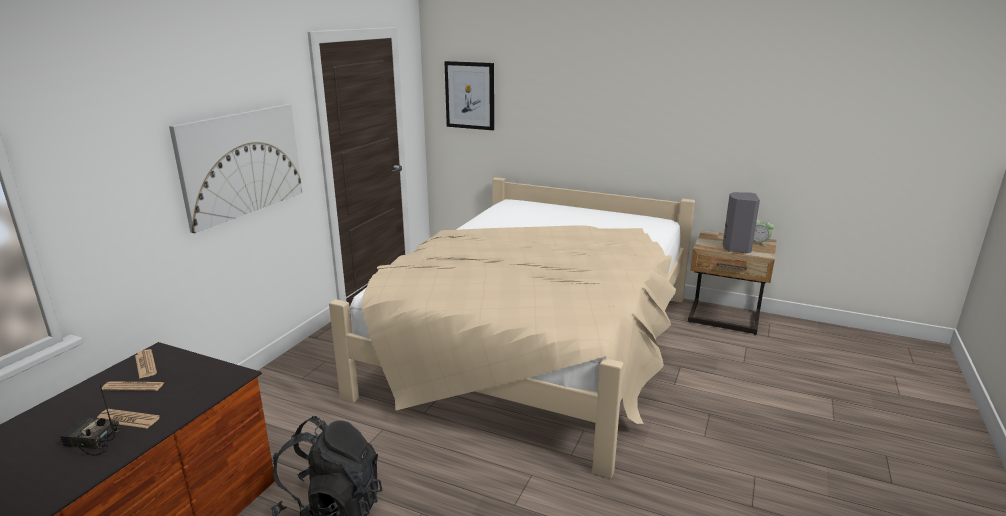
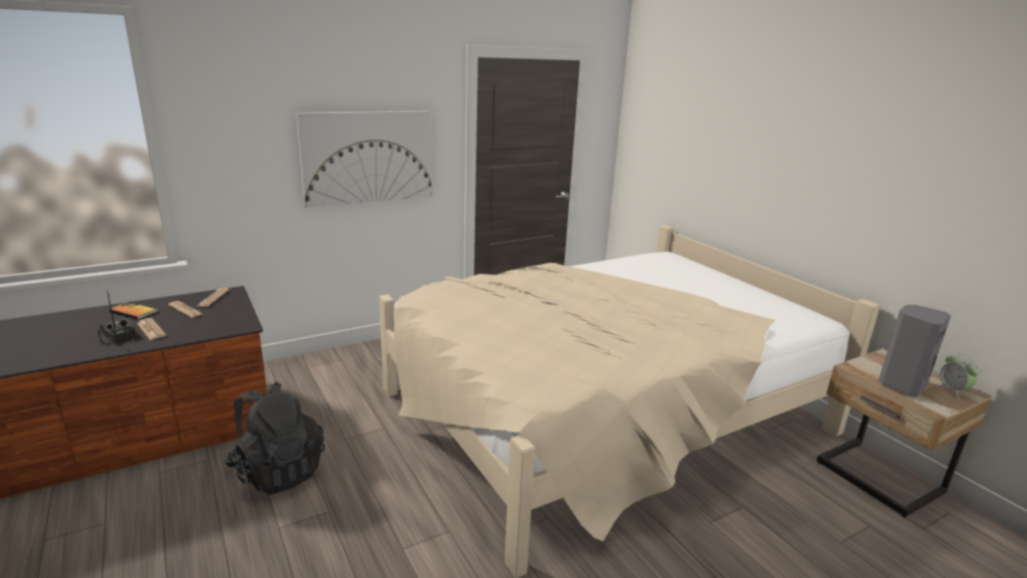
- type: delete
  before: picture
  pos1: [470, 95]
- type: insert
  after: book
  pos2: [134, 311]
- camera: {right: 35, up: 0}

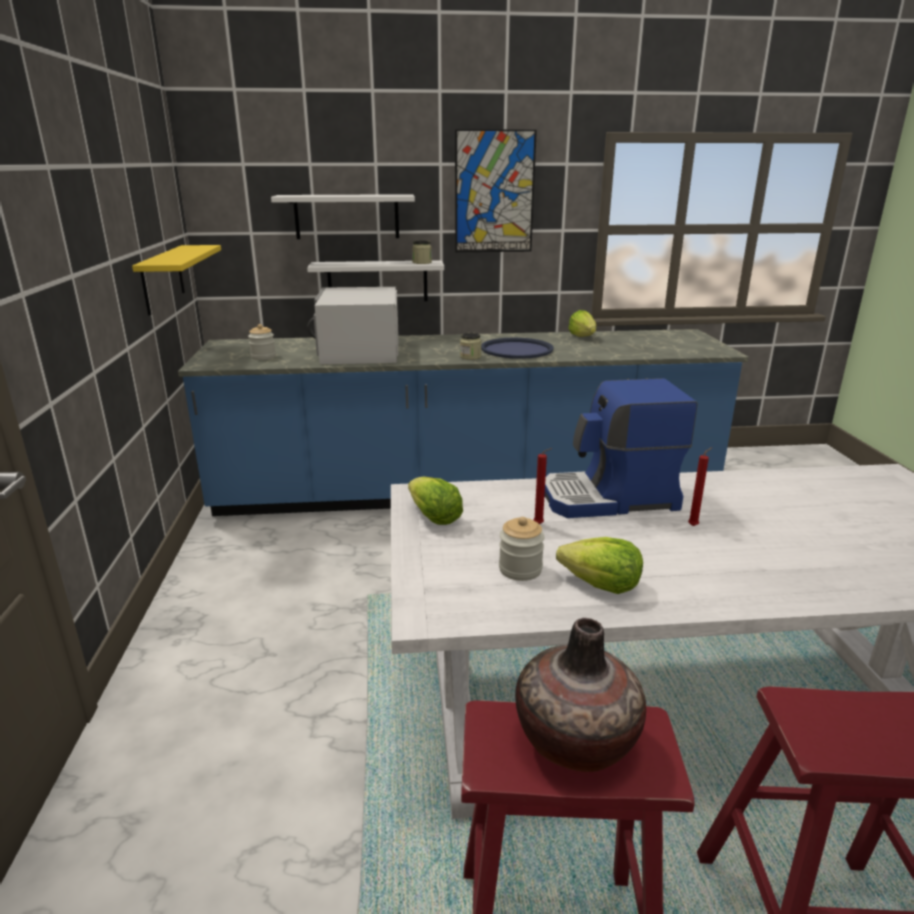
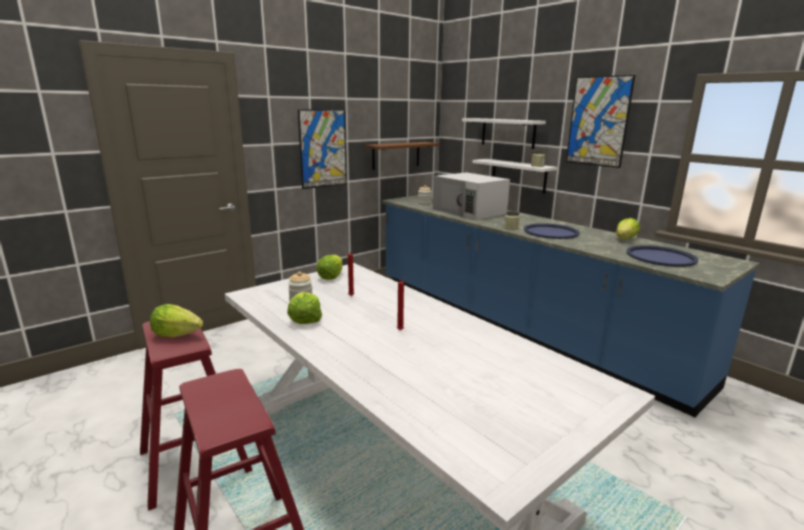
- type: recolor
  before: yellow shelf
  after: brown shelf
  pos1: [163, 279]
  pos2: [396, 155]
- type: rotate
  before: white microwave
  pos1: [359, 351]
  pos2: [469, 211]
  turn: -90
- type: delete
  before: coffee machine
  pos1: [610, 498]
- type: replace
  before: vase
  after: lettuce
  pos1: [575, 741]
  pos2: [177, 334]
- type: insert
  after: picture
  pos2: [323, 149]
- type: insert
  after: blue tray
  pos2: [660, 257]
- camera: {right: 55, up: -5}

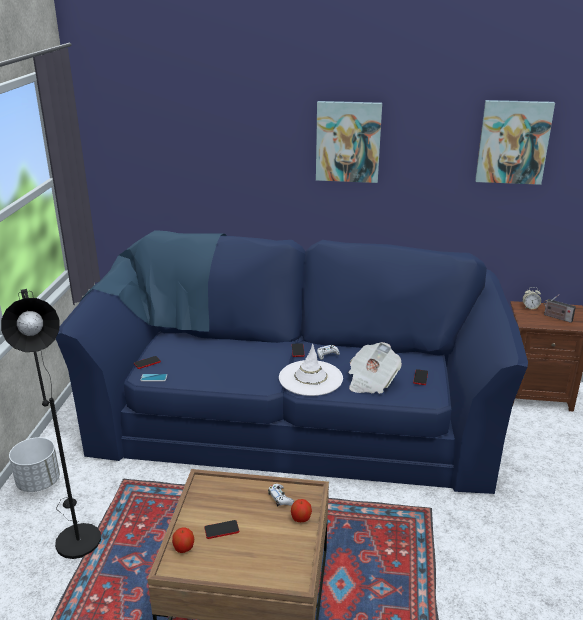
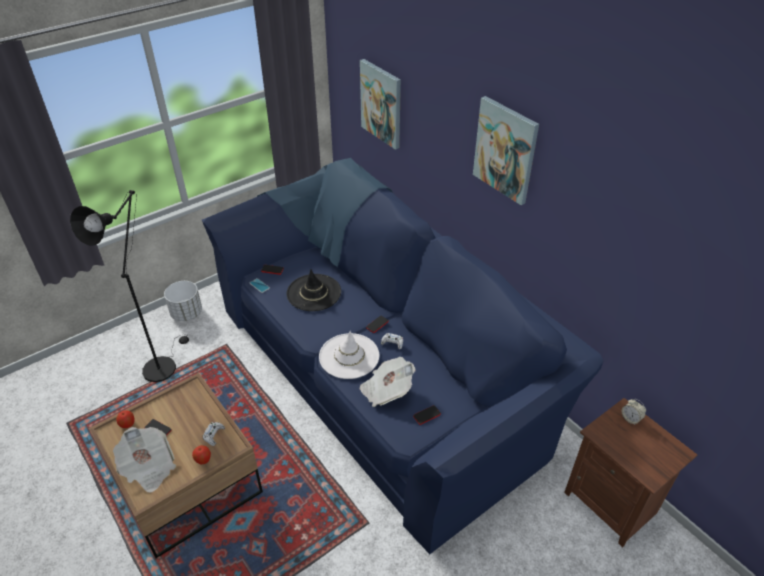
- type: move
  before: picture
  pos1: [513, 142]
  pos2: [381, 103]
- type: delete
  before: radio
  pos1: [556, 317]
- type: insert
  after: black hat
  pos2: [314, 293]
- type: insert
  after: newspaper
  pos2: [148, 467]
- camera: {right: 45, up: 15}

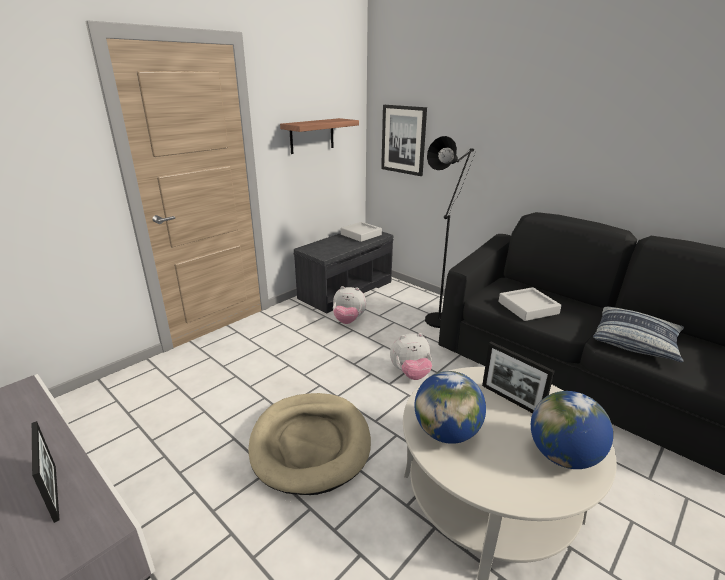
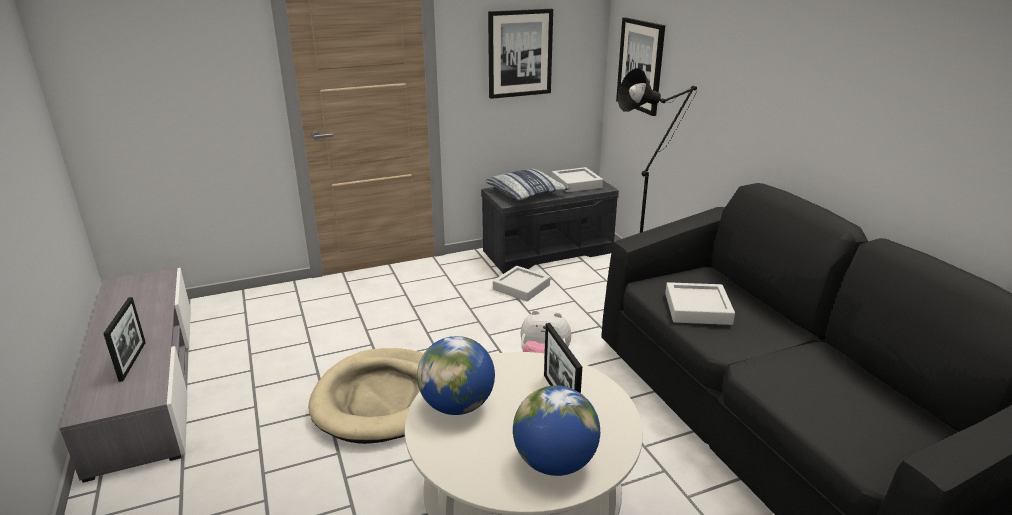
- type: replace
  before: shelf
  after: picture
  pos1: [312, 136]
  pos2: [520, 53]
- type: replace
  before: plush toy
  after: grey tray
  pos1: [348, 320]
  pos2: [521, 287]
- type: move
  before: pillow
  pos1: [636, 341]
  pos2: [526, 193]
- camera: {right: 25, up: 0}

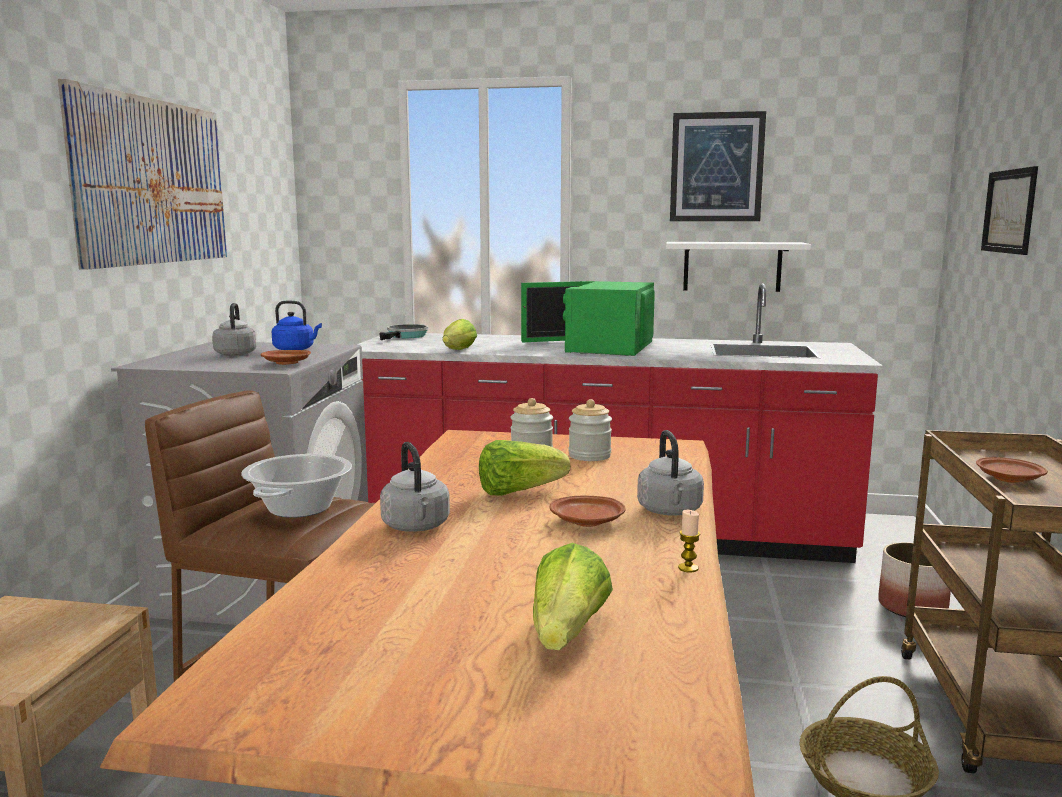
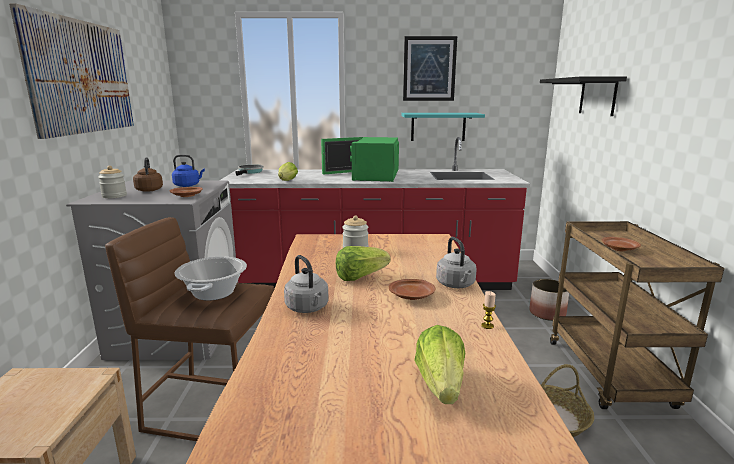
- type: replace
  before: picture
  after: black shelf
  pos1: [1009, 211]
  pos2: [597, 96]
- type: recolor
  before: white shelf
  after: turquoise shelf
  pos1: [732, 266]
  pos2: [438, 127]
- type: recolor
  before: grey kettle
  after: brown kettle
  pos1: [236, 353]
  pos2: [149, 190]
- type: move
  before: jar
  pos1: [589, 456]
  pos2: [114, 196]
- camera: {right: -10, up: 5}

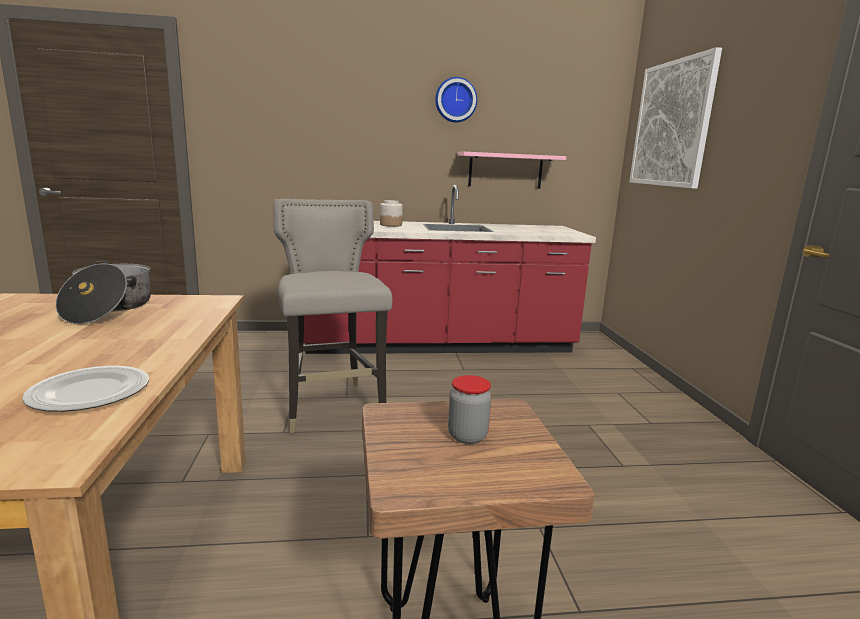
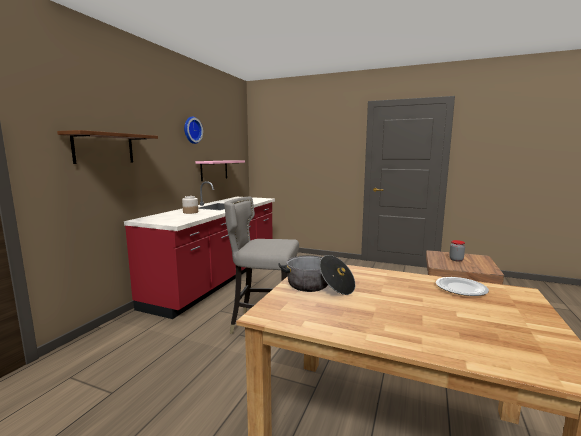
- type: delete
  before: picture
  pos1: [672, 124]
- type: insert
  after: brown shelf
  pos2: [104, 148]
- camera: {right: -60, up: -5}

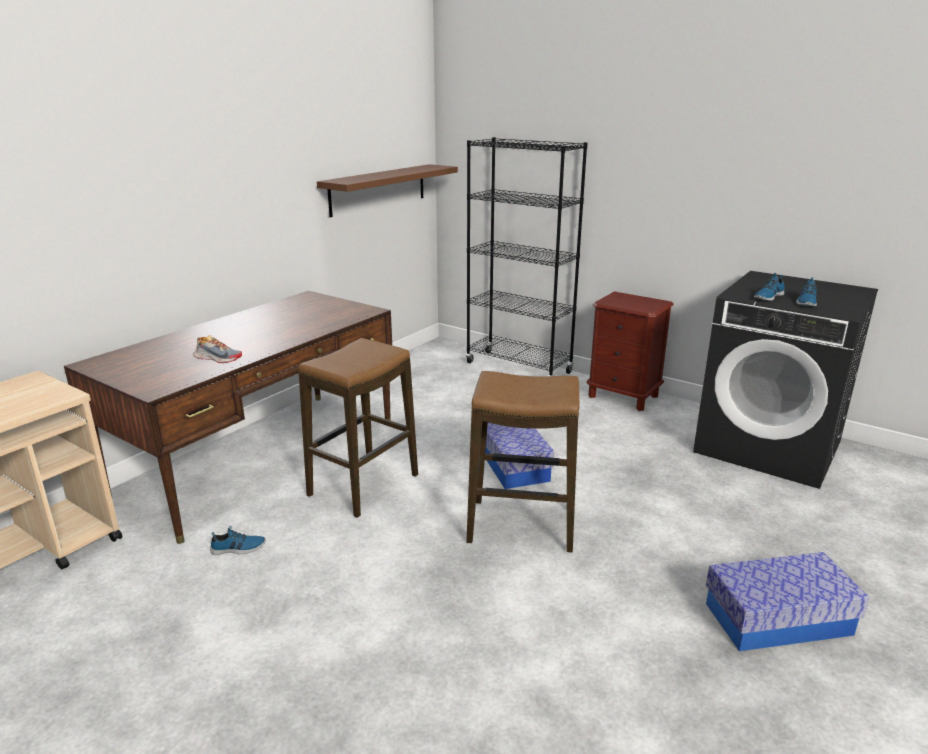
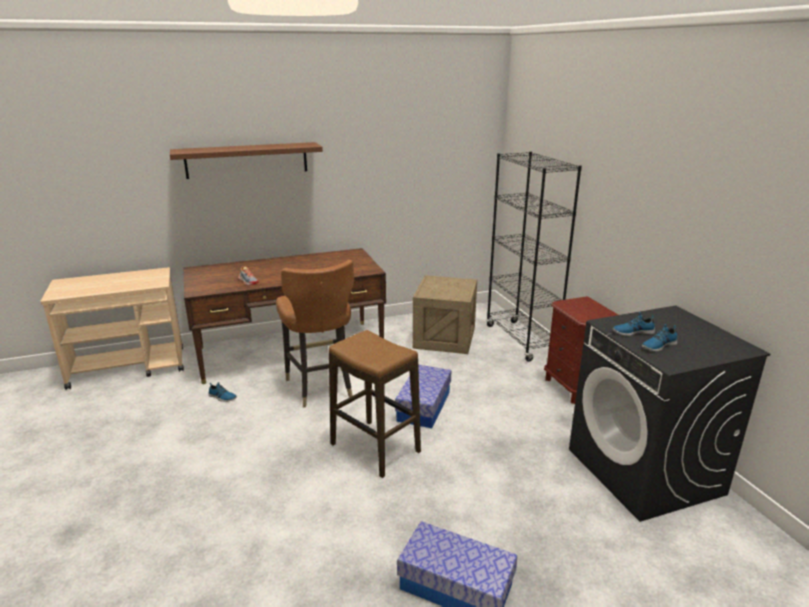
- type: move
  before: brown shelf
  pos1: [378, 189]
  pos2: [247, 160]
- type: replace
  before: stool
  after: brown chair
  pos1: [363, 485]
  pos2: [320, 387]
- type: insert
  after: crate
  pos2: [444, 337]
- camera: {right: 35, up: 0}

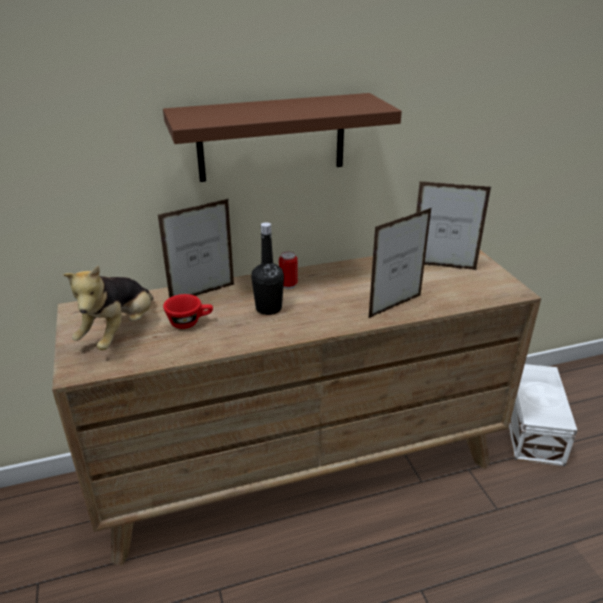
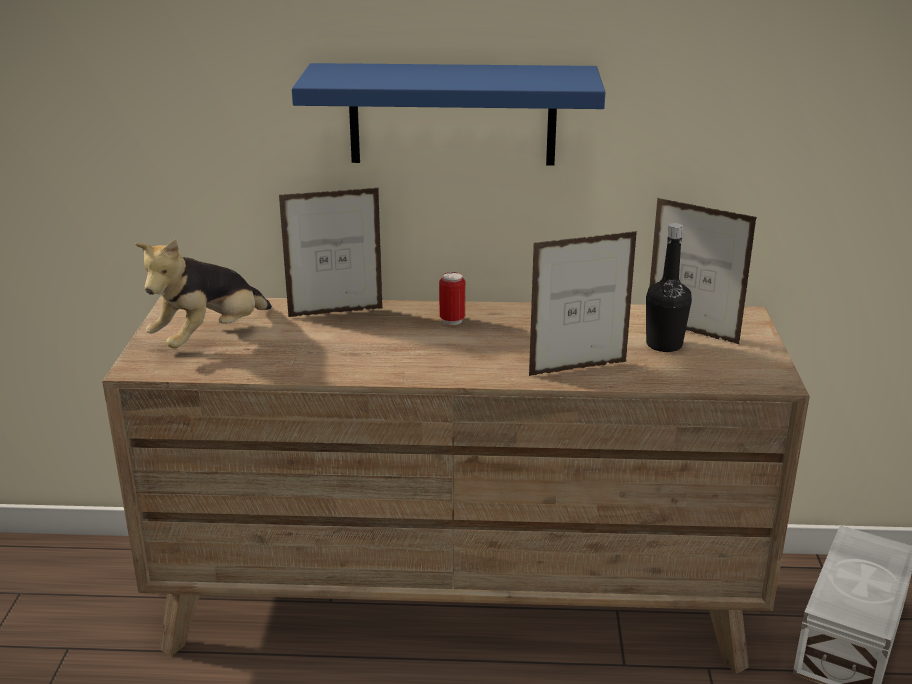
- type: recolor
  before: brown shelf
  after: blue shelf
  pos1: [272, 137]
  pos2: [452, 114]
- type: move
  before: black bottle
  pos1: [268, 308]
  pos2: [664, 344]
- type: delete
  before: red cup
  pos1: [190, 322]
- camera: {right: 20, up: -5}

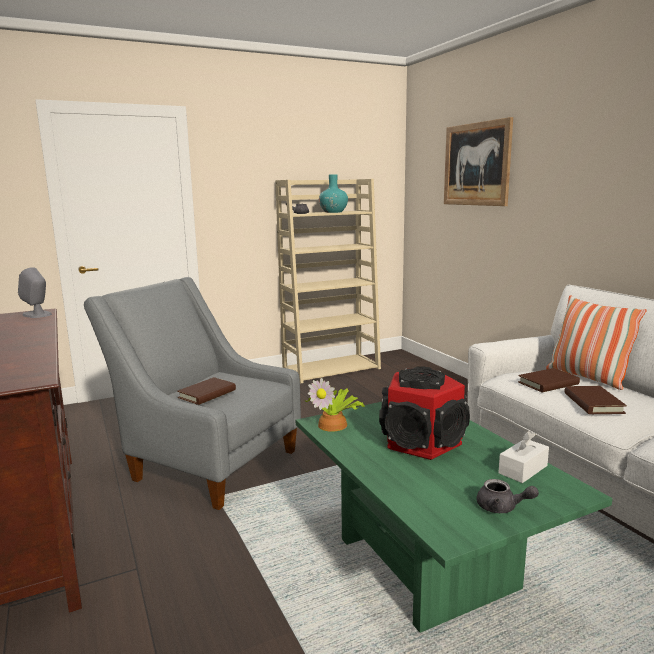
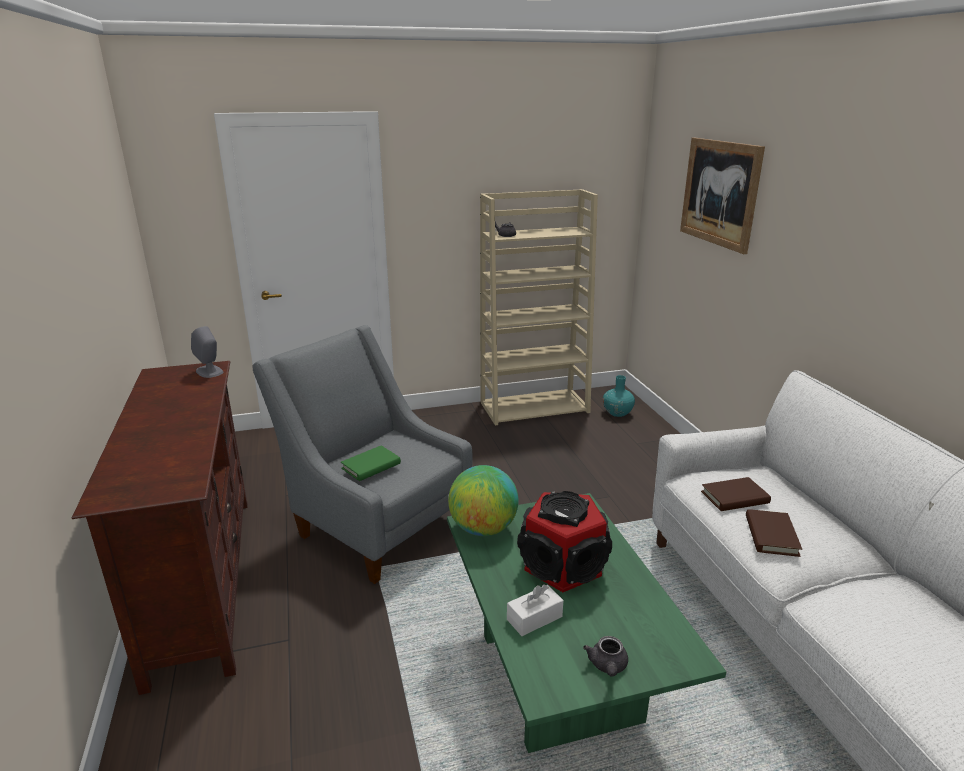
- type: move
  before: turquoise vase
  pos1: [333, 212]
  pos2: [617, 413]
- type: delete
  before: pillow
  pos1: [587, 378]
- type: recolor
  before: brown book
  after: green book
  pos1: [207, 394]
  pos2: [371, 466]
- type: replace
  before: potted plant
  after: globe
  pos1: [334, 424]
  pos2: [483, 529]
- type: move
  before: white tissue box
  pos1: [523, 469]
  pos2: [534, 618]
- type: rotate
  before: grey teapot
  pos1: [502, 508]
  pos2: [607, 666]
  turn: 60
- camera: {right: 10, up: 10}

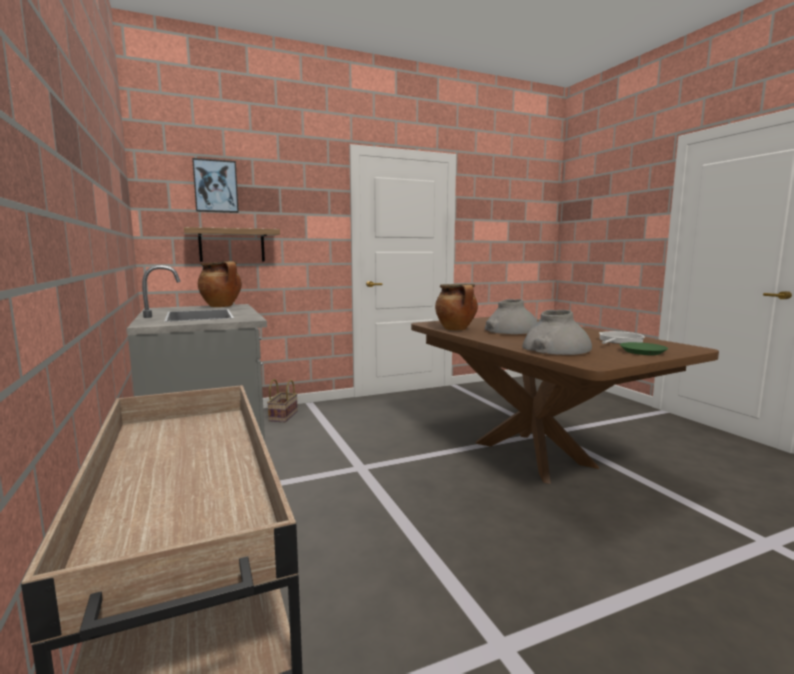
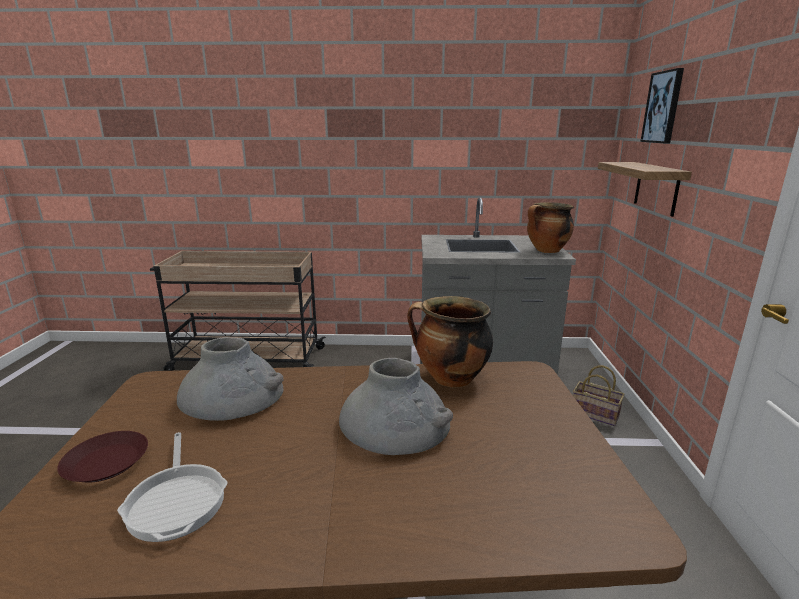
- type: recolor
  before: green plate
  after: brown plate
  pos1: [642, 352]
  pos2: [107, 463]
- camera: {right: 115, up: 10}

